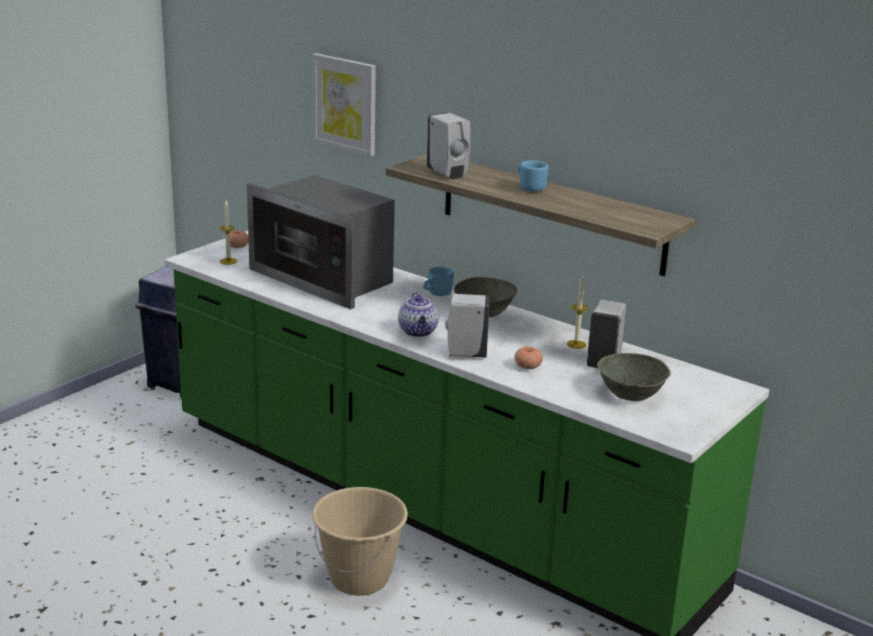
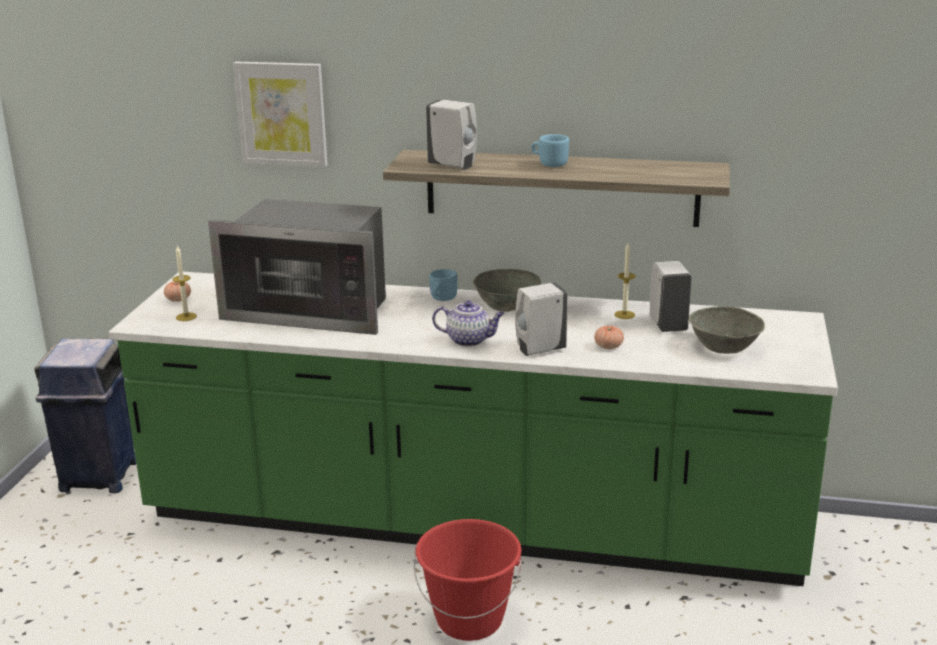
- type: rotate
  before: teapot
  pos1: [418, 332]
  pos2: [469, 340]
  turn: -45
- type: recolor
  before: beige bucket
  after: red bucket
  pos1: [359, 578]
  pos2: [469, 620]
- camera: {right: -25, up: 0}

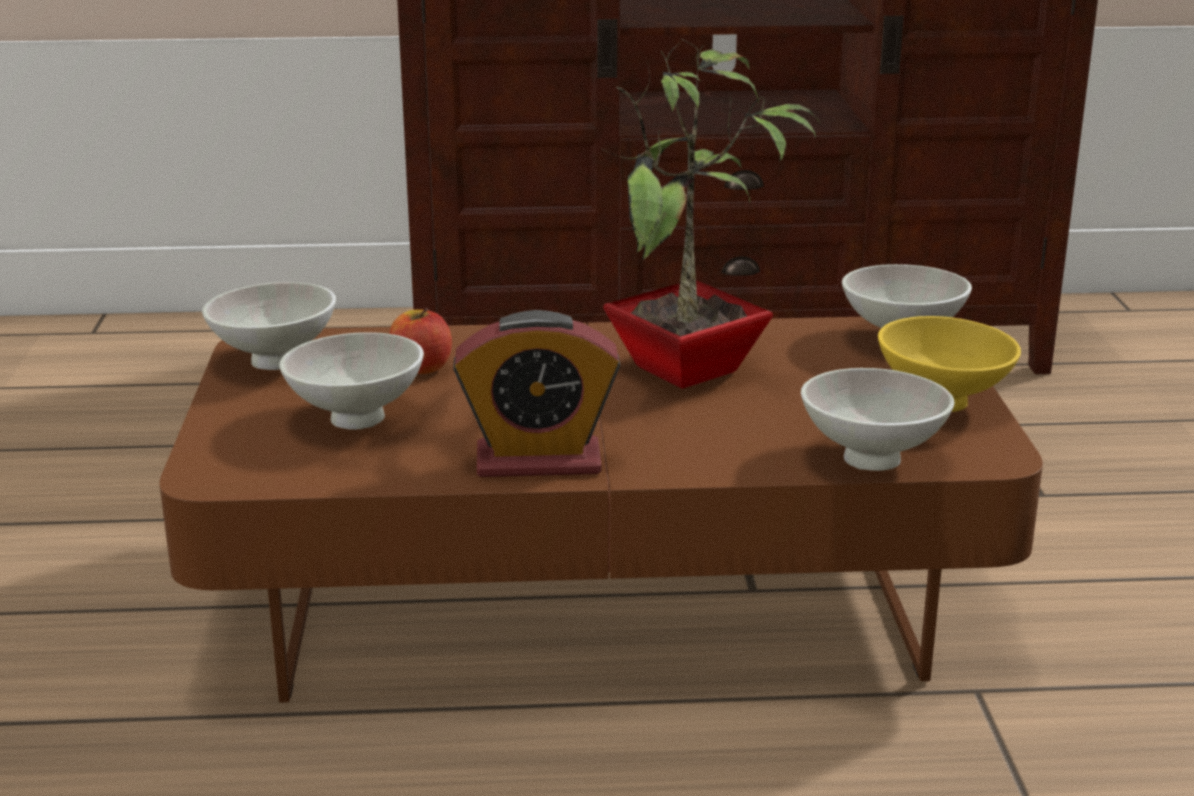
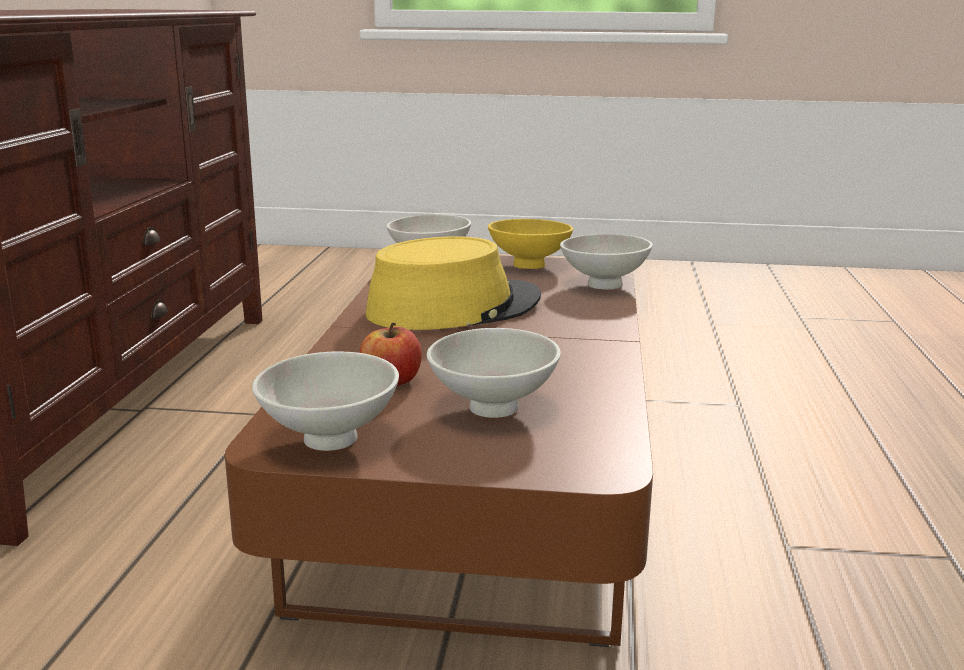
- type: replace
  before: potted plant
  after: yellow hat
  pos1: [690, 372]
  pos2: [454, 307]
- type: delete
  before: alarm clock
  pos1: [538, 461]
- camera: {right: -80, up: -5}

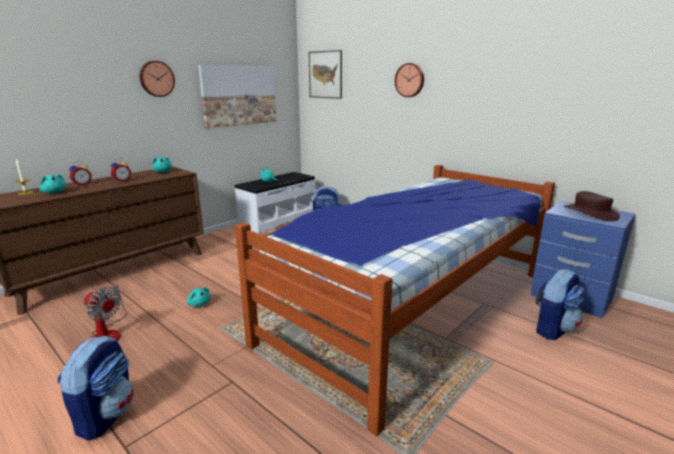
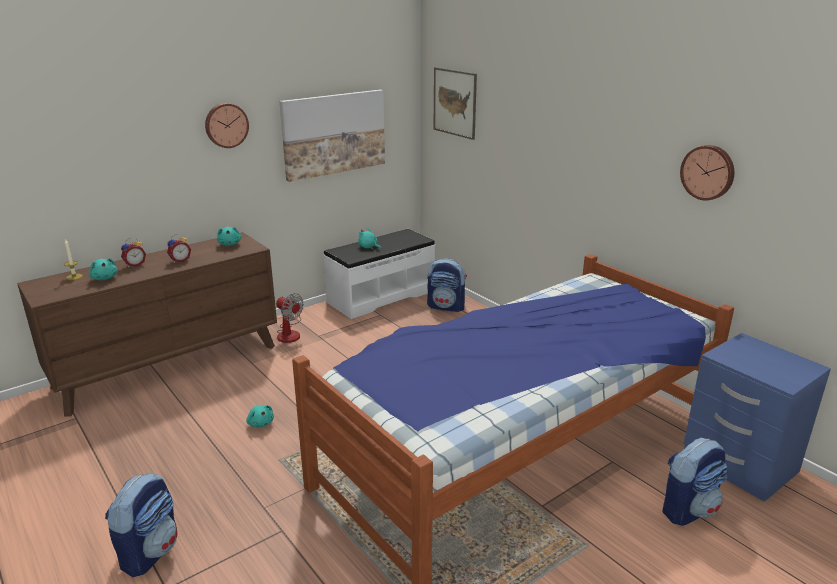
- type: move
  before: wall clock
  pos1: [410, 80]
  pos2: [708, 172]
- type: delete
  before: brown hat
  pos1: [590, 213]
- type: move
  before: fan
  pos1: [108, 333]
  pos2: [290, 333]
- camera: {right: 10, up: 5}

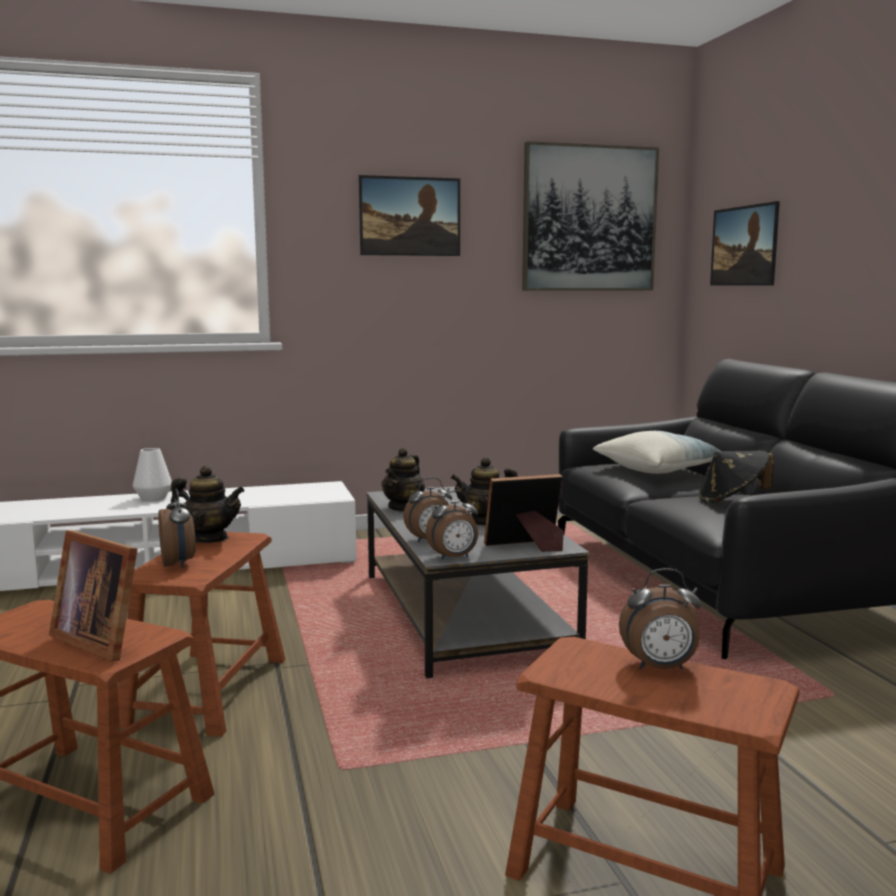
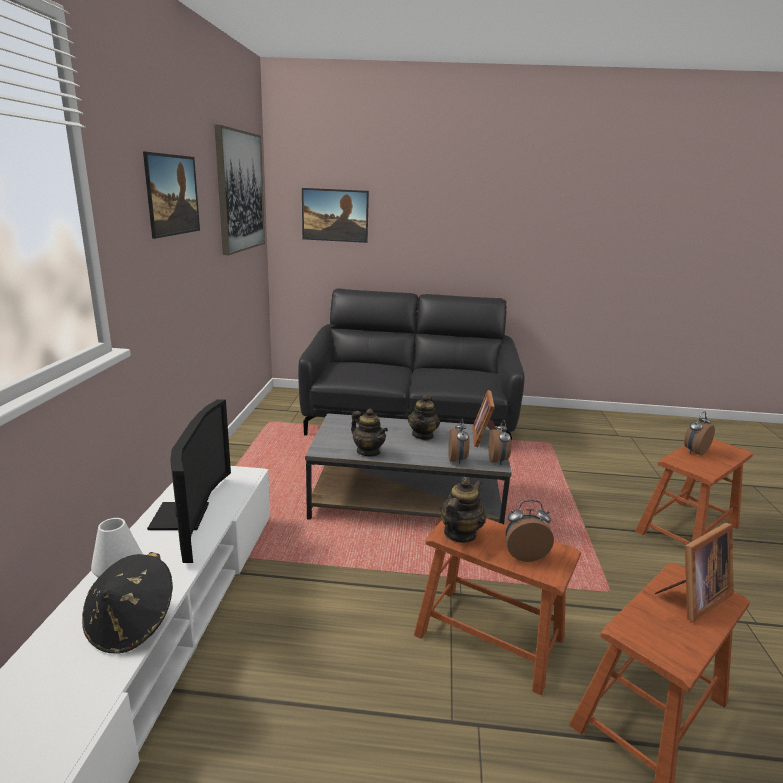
- type: delete
  before: pillow
  pos1: [658, 469]
- type: move
  before: black hat
  pos1: [732, 501]
  pos2: [132, 624]
- type: rotate
  before: alarm clock
  pos1: [660, 668]
  pos2: [694, 452]
  turn: -150
- type: insert
  after: television
  pos2: [188, 517]
- camera: {right: -70, up: 10}

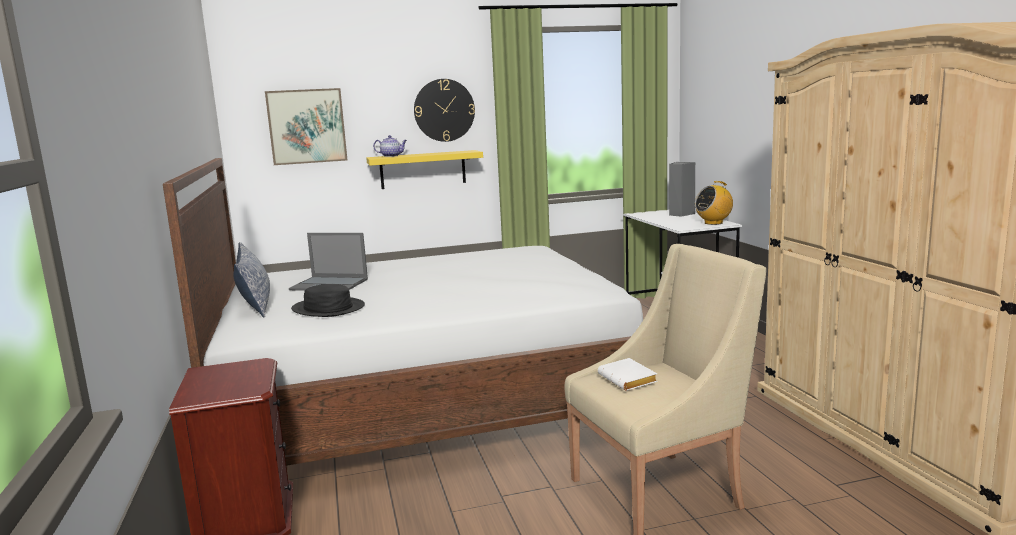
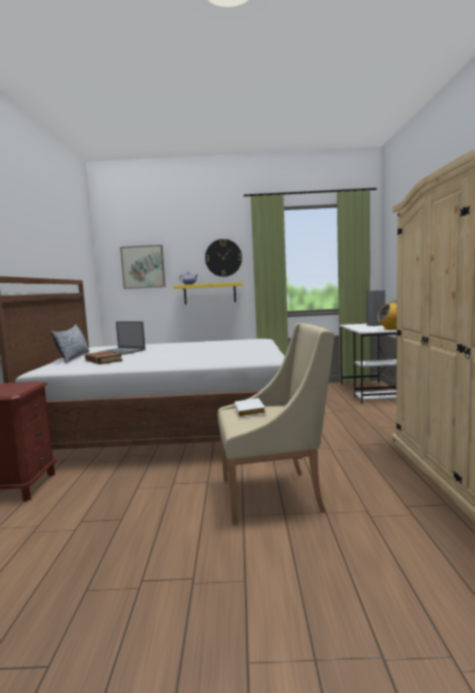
- type: replace
  before: black hat
  after: brown book
  pos1: [328, 308]
  pos2: [103, 361]
- camera: {right: 15, up: -5}

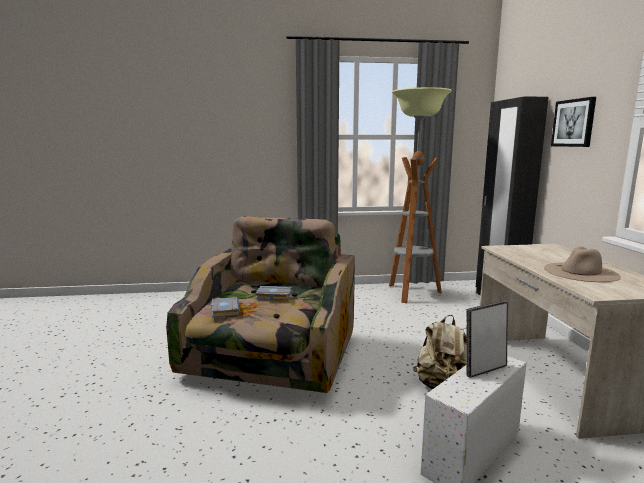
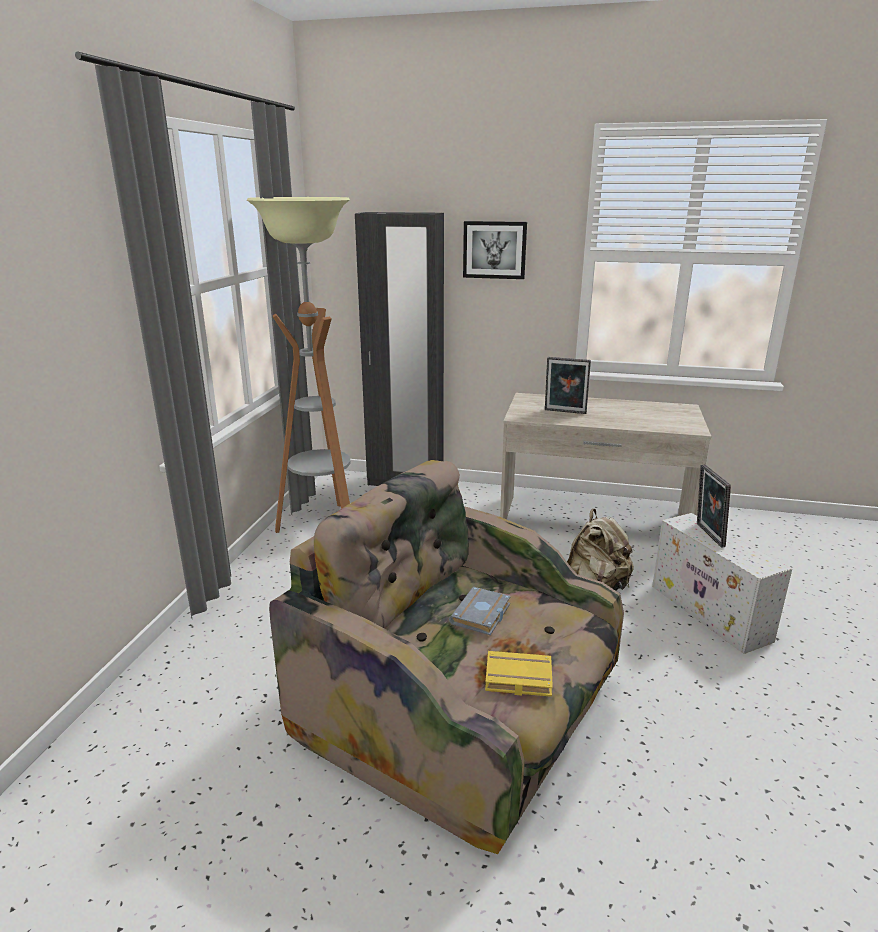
- type: delete
  before: beige hat
  pos1: [581, 272]
- type: recolor
  before: grey book
  after: yellow book
  pos1: [224, 310]
  pos2: [517, 679]
- type: insert
  after: picture frame
  pos2: [565, 412]
- camera: {right: -70, up: 10}

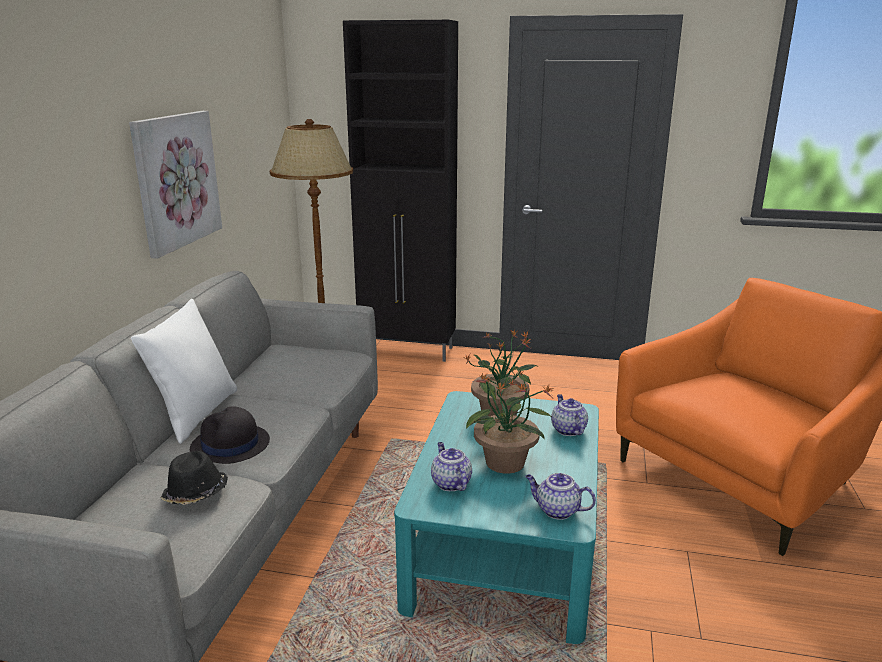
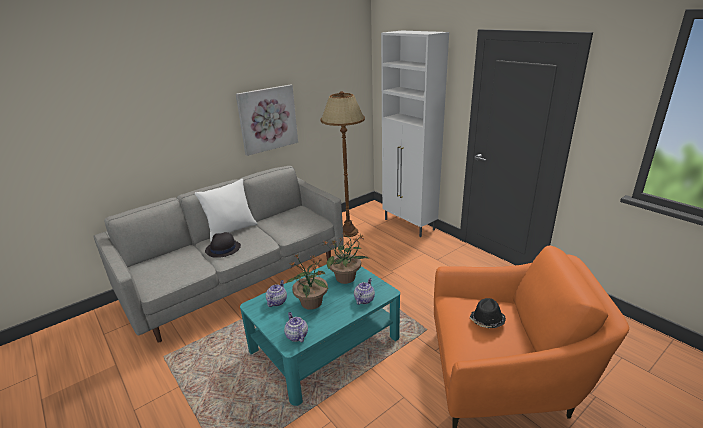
- type: recolor
  before: black cabinet
  after: white cabinet
  pos1: [409, 351]
  pos2: [409, 225]
- type: move
  before: black hat
  pos1: [195, 494]
  pos2: [486, 321]
- camera: {right: 40, up: 5}

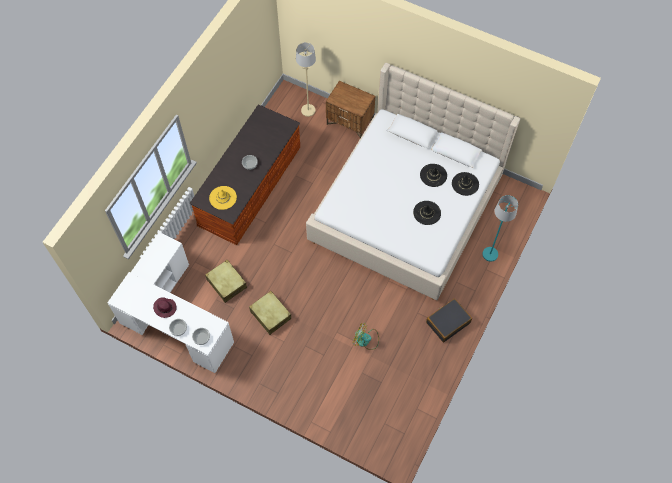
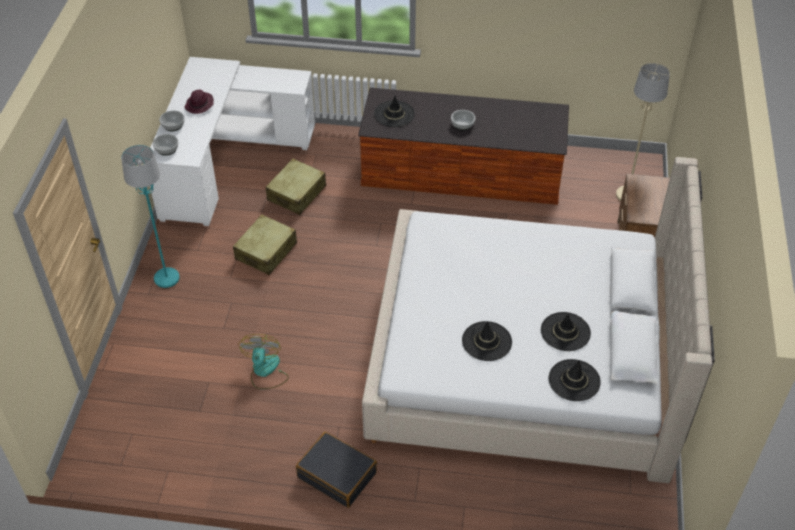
- type: recolor
  before: yellow hat
  after: black hat
  pos1: [223, 198]
  pos2: [394, 114]
- type: move
  before: turquoise floor lamp
  pos1: [490, 254]
  pos2: [166, 278]
- camera: {right: 70, up: -15}

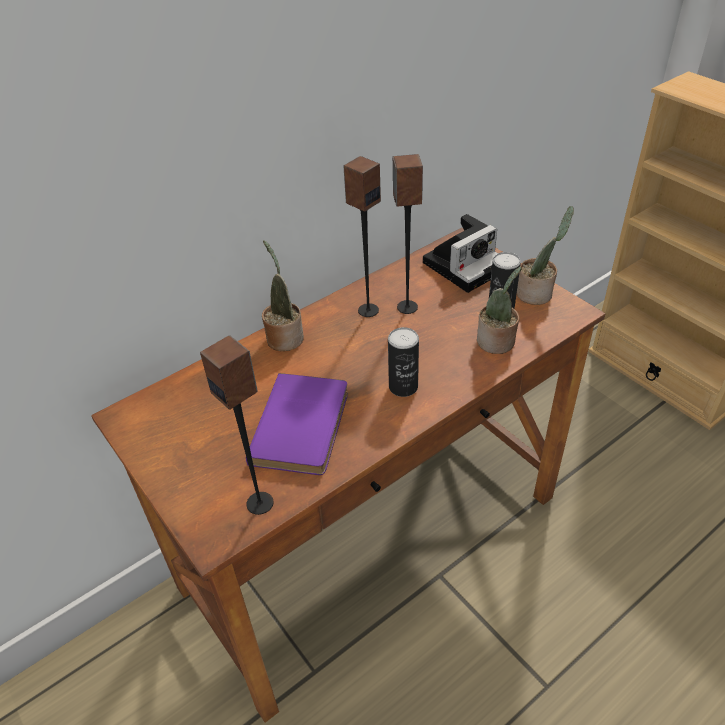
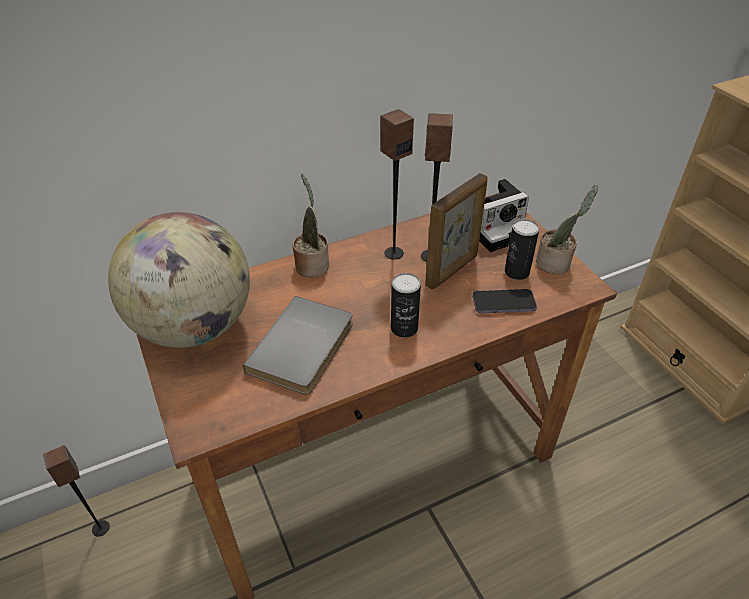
- type: replace
  before: potted plant
  after: phone
  pos1: [497, 343]
  pos2: [503, 303]
- type: move
  before: speaker
  pos1: [260, 503]
  pos2: [101, 528]
- type: recolor
  before: purple book
  after: grey book
  pos1: [304, 426]
  pos2: [305, 348]
- type: insert
  after: picture frame
  pos2: [452, 270]
- type: insert
  after: globe
  pos2: [195, 326]
- camera: {right: 10, up: 0}

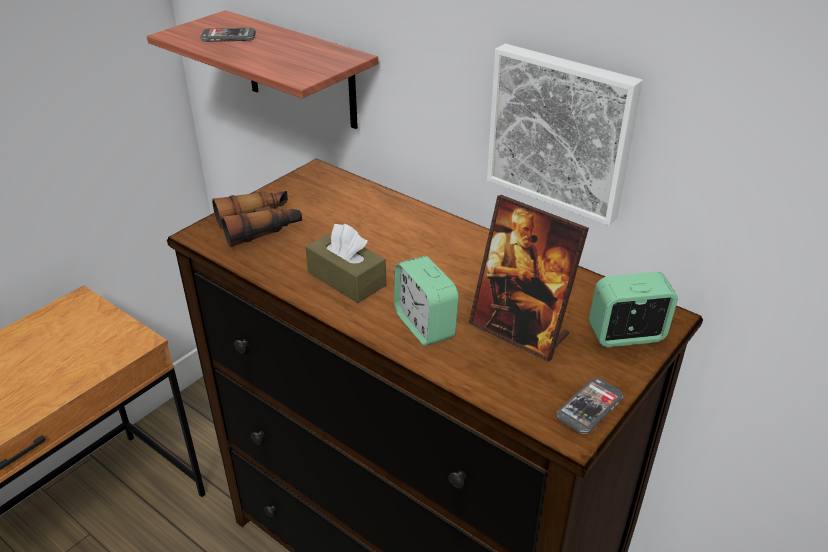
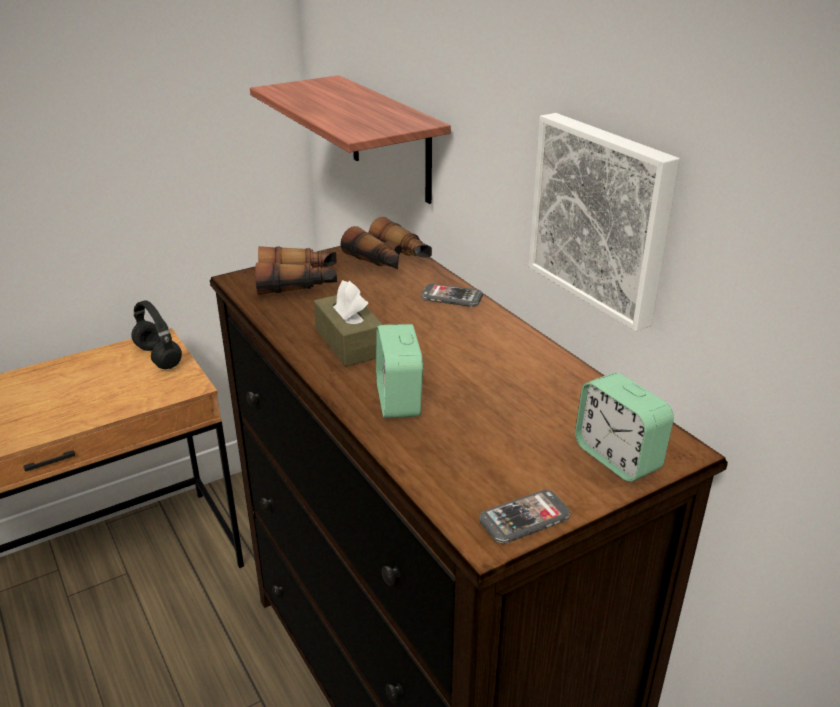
- type: move
  before: phone
  pos1: [228, 37]
  pos2: [451, 297]
- type: delete
  before: picture frame
  pos1: [519, 331]
- type: rotate
  before: alarm clock
  pos1: [626, 335]
  pos2: [617, 457]
  turn: -135
- type: insert
  after: binoculars
  pos2: [390, 260]
- type: insert
  after: black headphones
  pos2: [160, 357]
- camera: {right: 20, up: -5}

